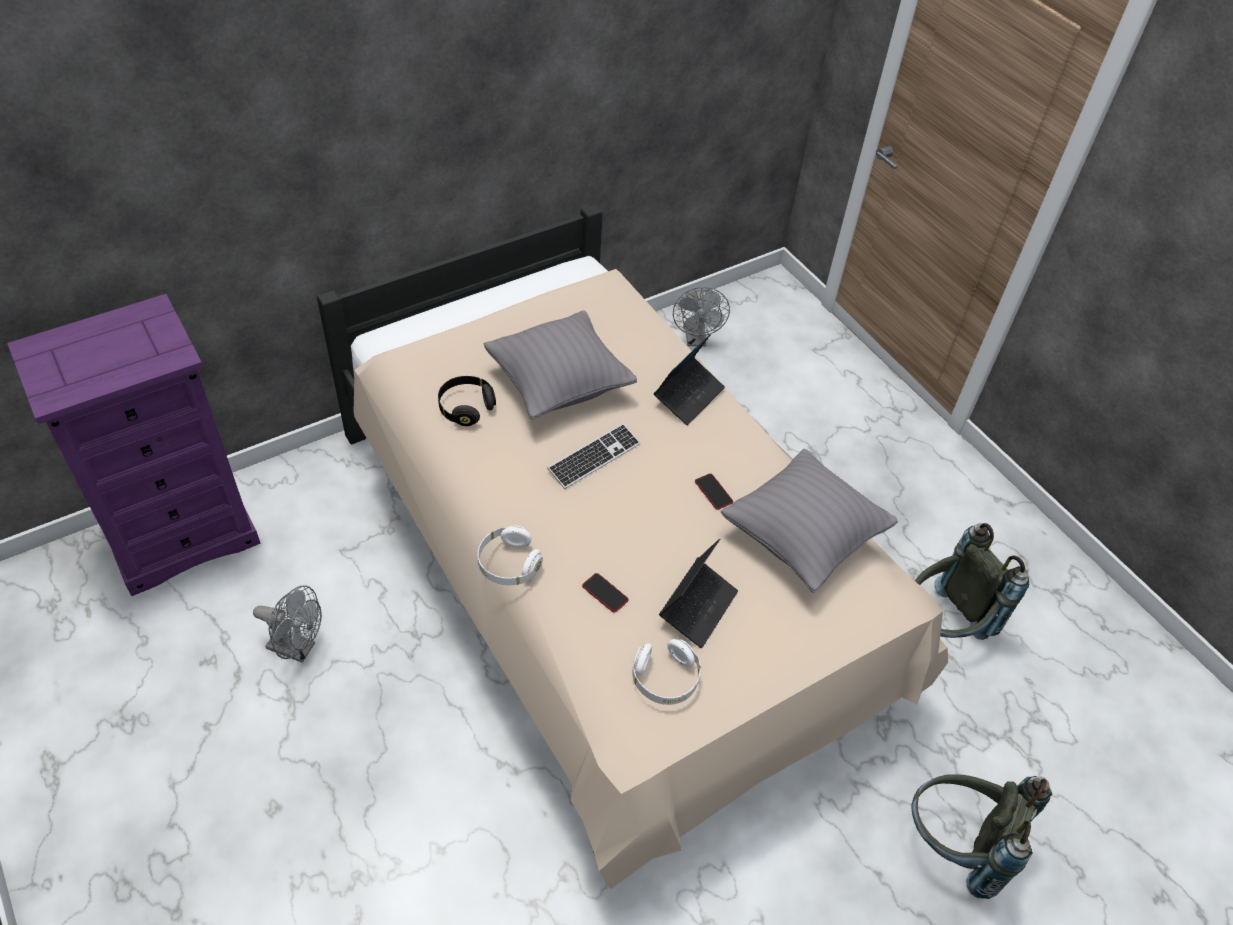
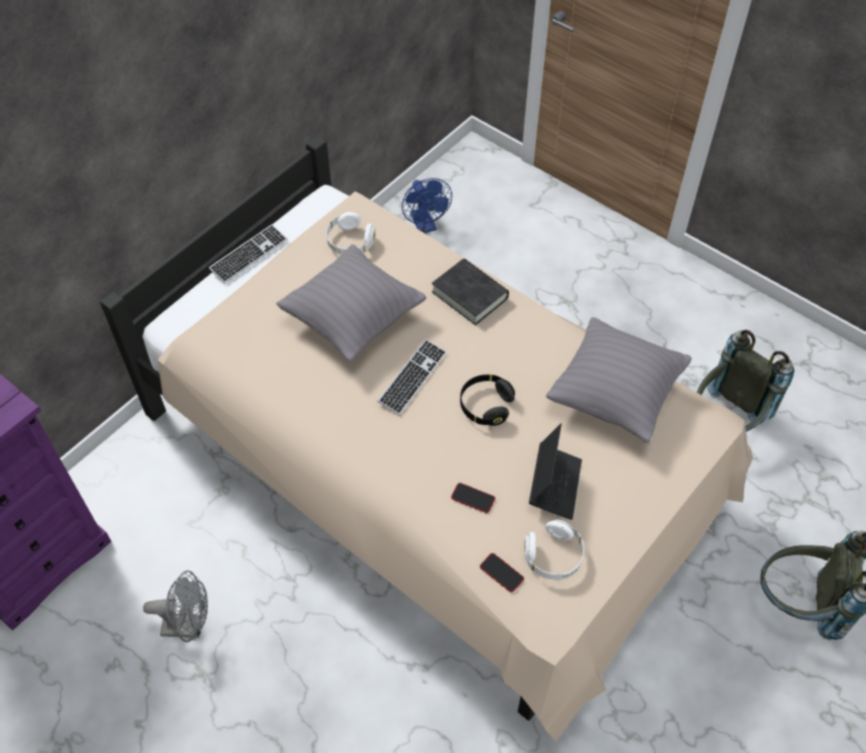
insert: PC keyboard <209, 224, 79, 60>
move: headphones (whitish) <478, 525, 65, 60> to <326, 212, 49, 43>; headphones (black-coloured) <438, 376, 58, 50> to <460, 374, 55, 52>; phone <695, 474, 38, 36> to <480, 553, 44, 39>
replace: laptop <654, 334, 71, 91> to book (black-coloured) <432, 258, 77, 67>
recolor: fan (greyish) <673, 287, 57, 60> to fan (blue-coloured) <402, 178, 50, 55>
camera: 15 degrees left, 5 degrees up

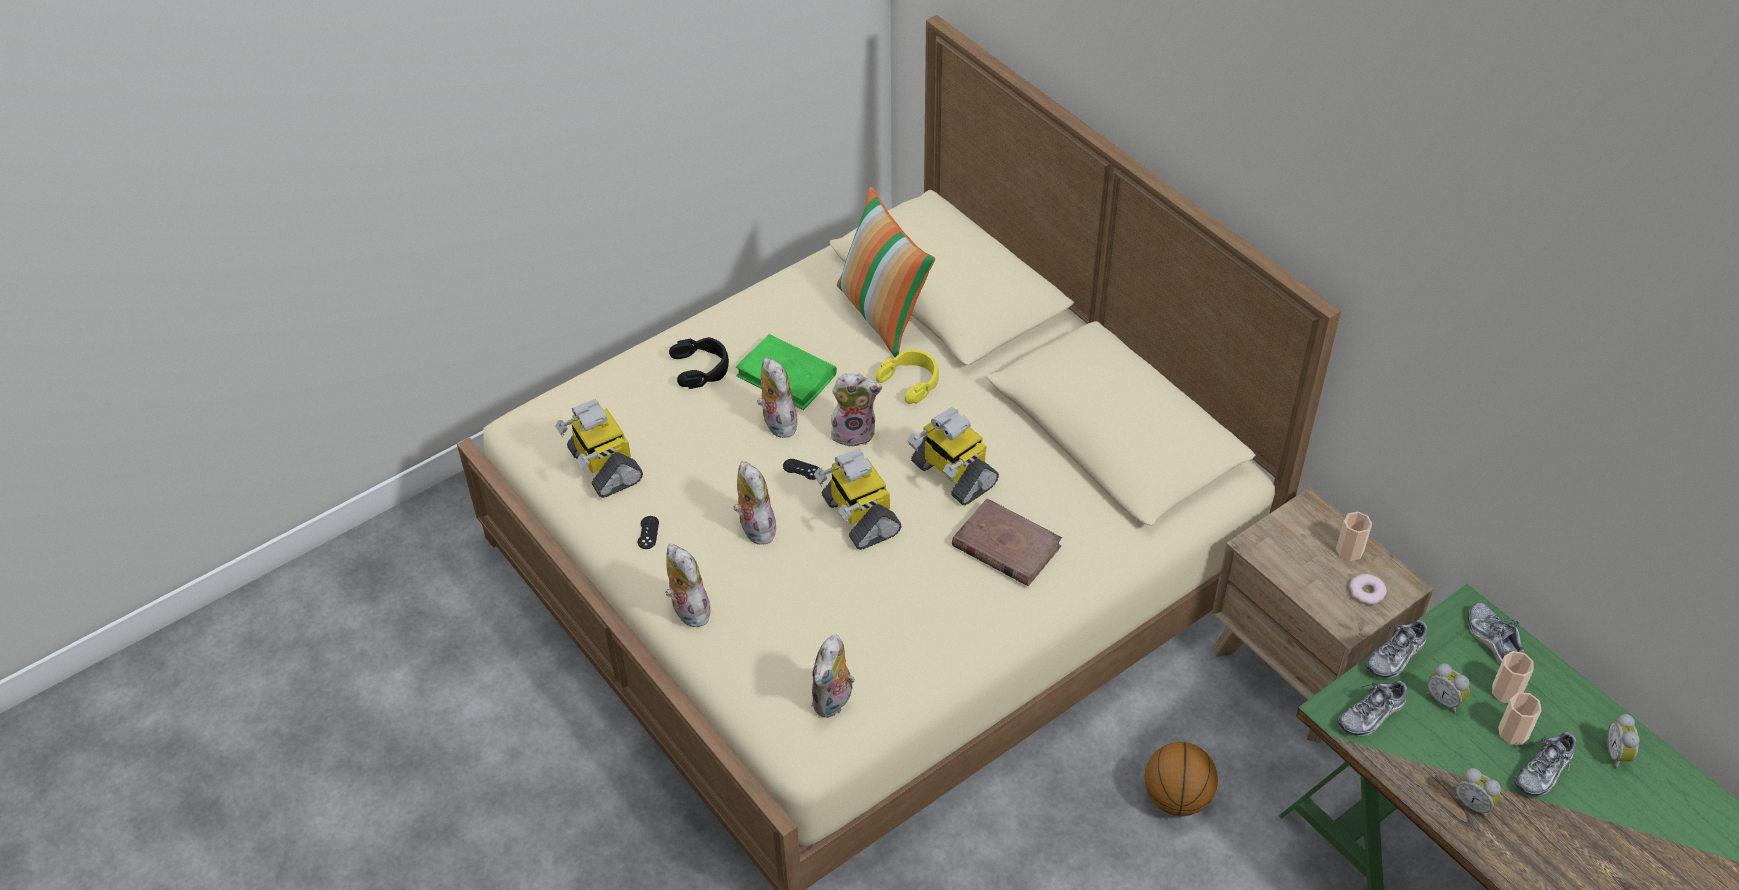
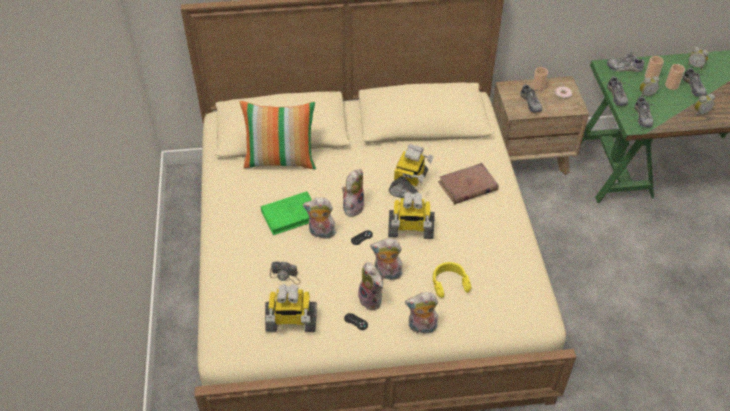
delete: headphones (black-coloured) <669, 337, 60, 52>; basketball ball <1144, 742, 74, 74>
insert: still camera <270, 261, 31, 24>; low shoe <520, 83, 22, 30>
move: soft toy <812, 635, 43, 83> to <358, 262, 25, 48>; headphones (yellow) <876, 350, 63, 54> to <433, 262, 38, 36>
rotate: toy robot <907, 407, 92, 98> = <389, 144, 45, 54> 60 degrees counterclockwise
camera: 60 degrees left, 0 degrees up

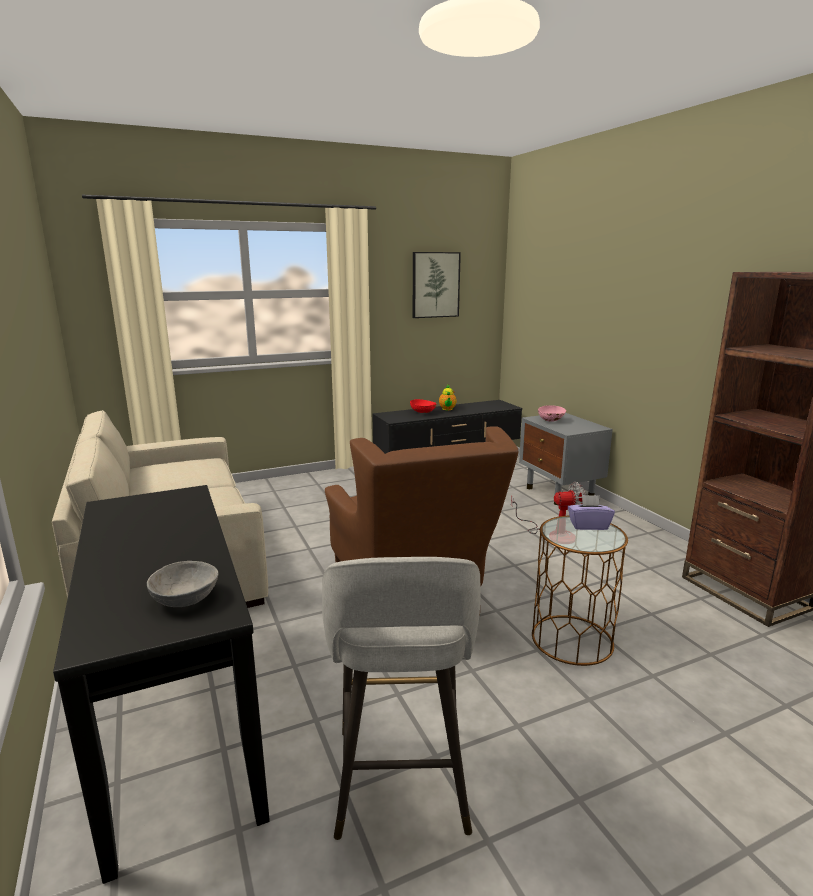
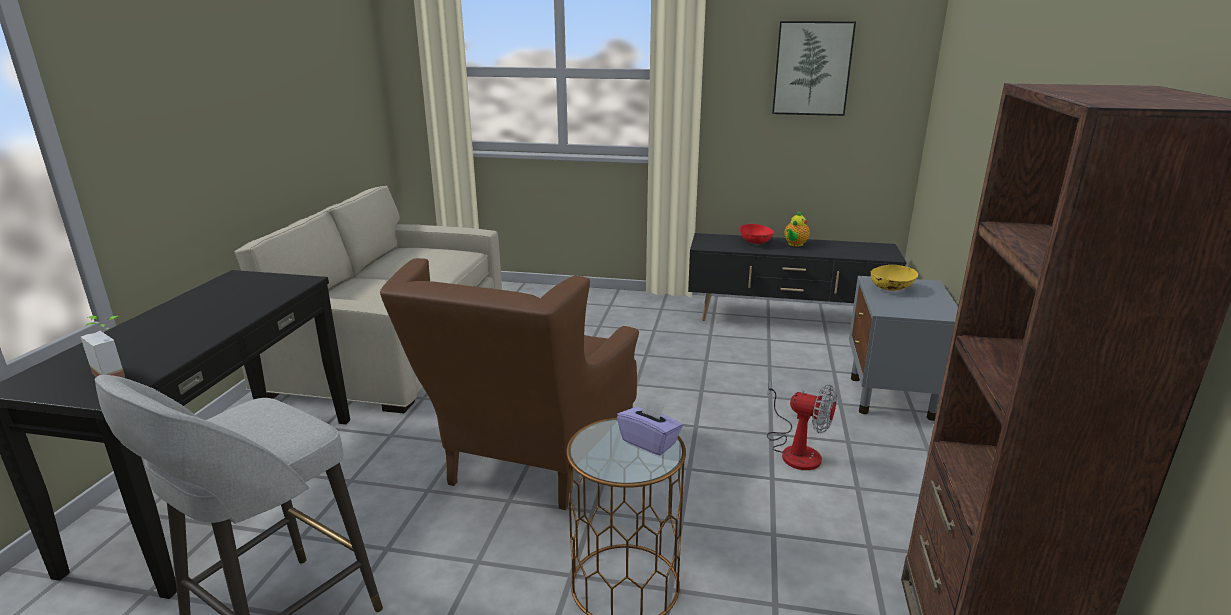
replace: bowl (greyish) <147, 561, 71, 46> to plant in a pot <81, 316, 44, 62>
recolor: bowl (pink-coloured) <538, 405, 28, 17> to bowl (yellow) <871, 265, 47, 26>
camera: 35 degrees right, 5 degrees up

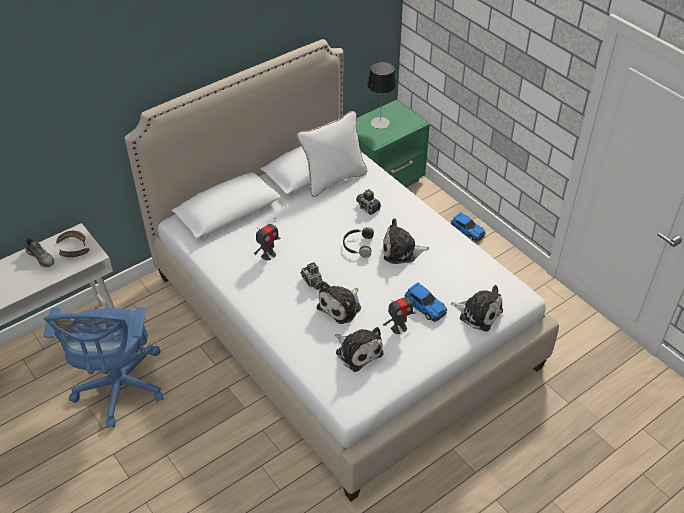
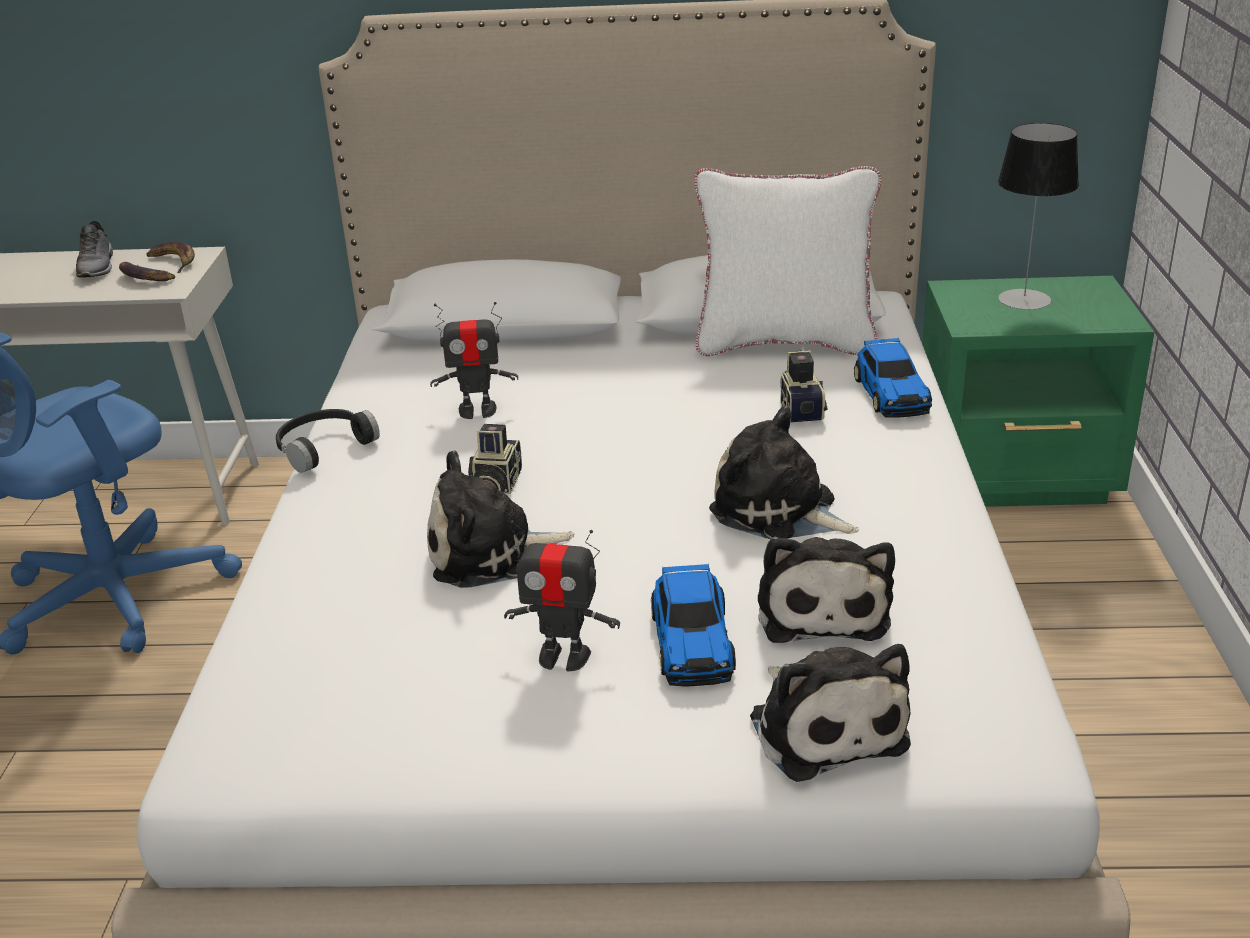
move: headphones (black-coloured) <343, 227, 31, 31> to <276, 409, 104, 64>; soft toy <335, 327, 49, 45> to <758, 536, 137, 107>; toy car <451, 212, 35, 30> to <854, 338, 78, 80>
camera: 40 degrees right, 15 degrees down

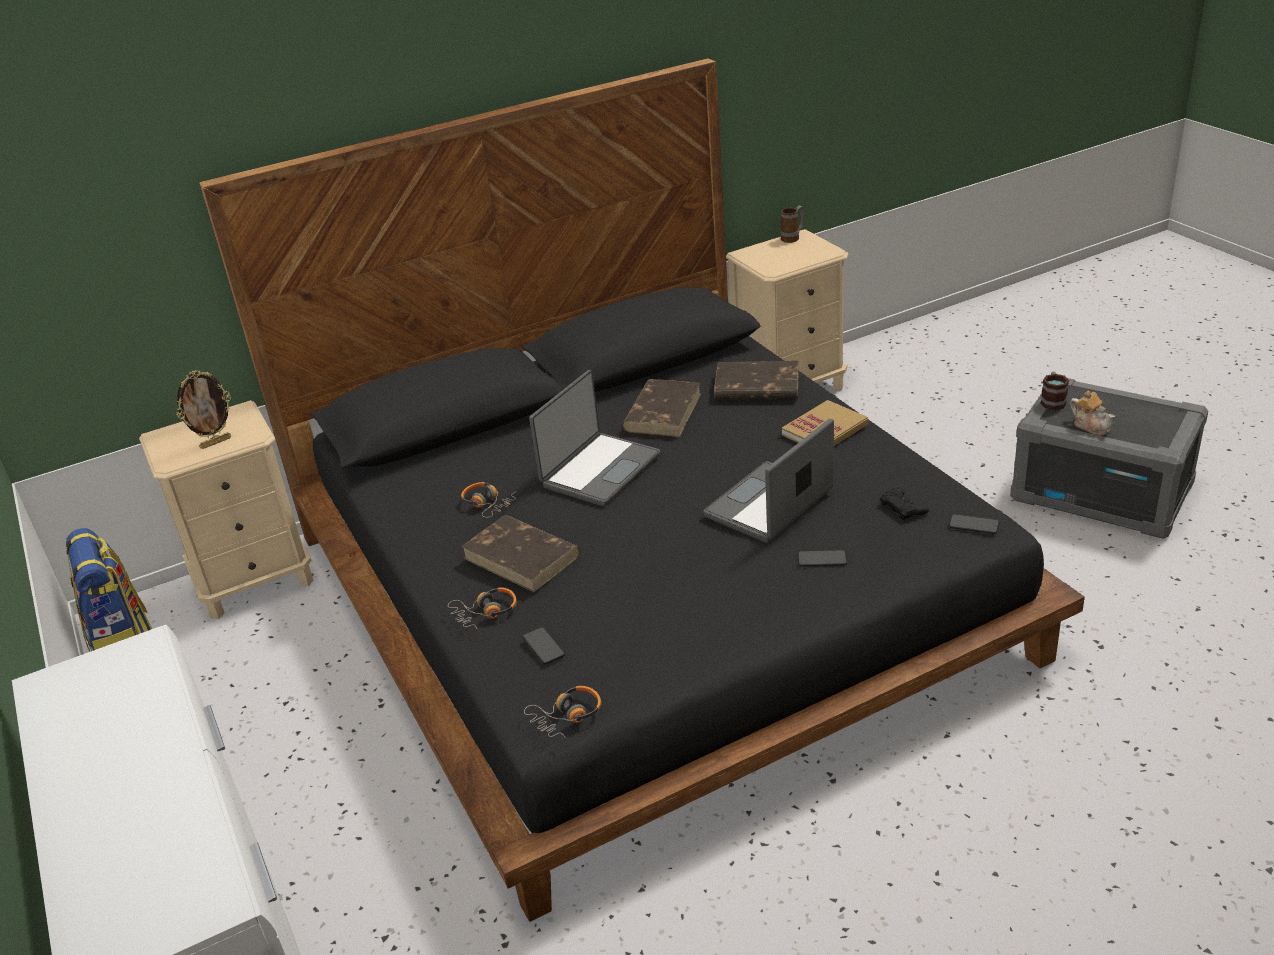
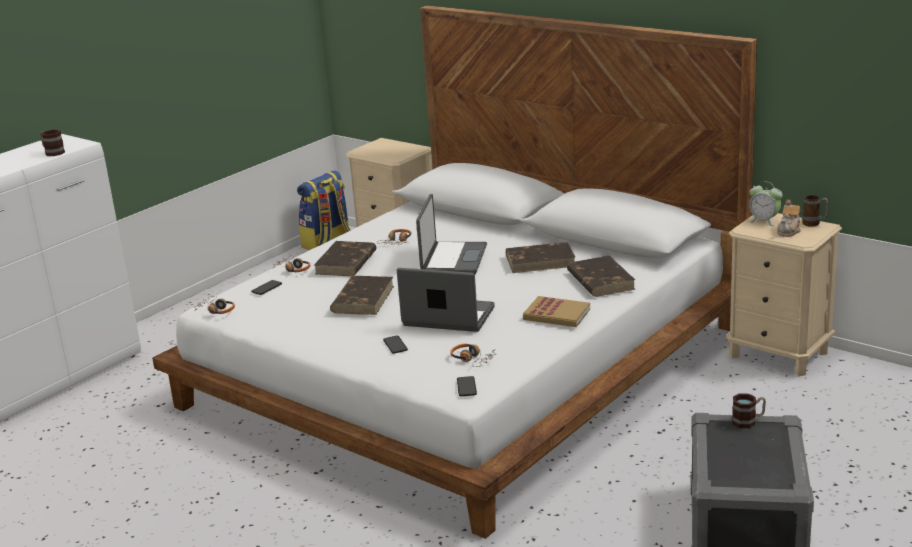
delete: picture frame <176, 370, 55, 79>
insert: mug <40, 129, 25, 27>; book (brownish) <330, 276, 64, 39>; bedside clock <748, 182, 35, 44>
move: teapot <1070, 391, 45, 45> to <777, 200, 24, 37>
replace: gamepad (black-coloured) <880, 488, 49, 32> to headphones <450, 344, 46, 23>
recolor: bedroom bed (black-coloured) <199, 58, 886, 864> to bedroom bed (whitish) <152, 5, 605, 534>
rotate: laptop <529, 370, 131, 136> = <416, 194, 71, 80> 90 degrees counterclockwise
camera: 65 degrees right, 10 degrees down

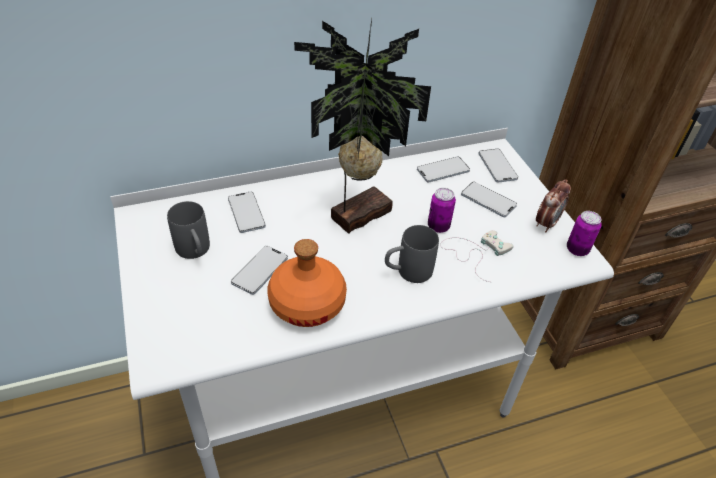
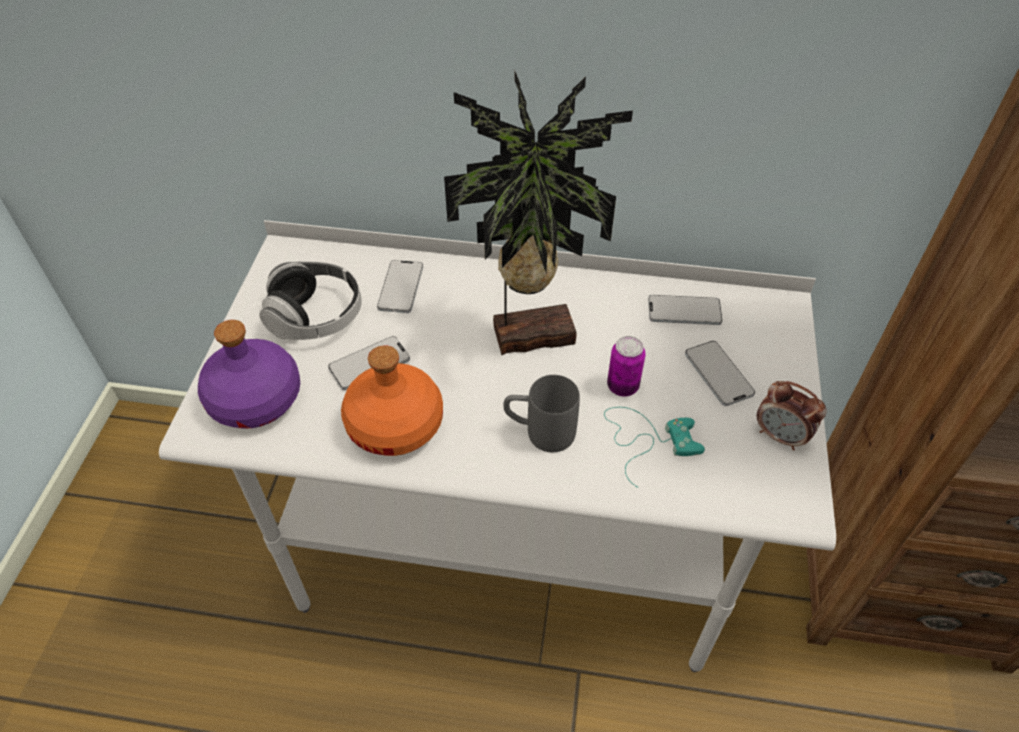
delete: phone <478, 149, 40, 34>; can <567, 211, 35, 45>
insert: bottle (purplish) <198, 320, 102, 109>
replace: mug (greyish) <167, 201, 43, 58> to headphones <259, 261, 103, 79>
recolor: gamepad (whitish) <440, 230, 73, 52> to gamepad (turquoise-coloured) <604, 407, 101, 81>
rotate: bedside clock <536, 179, 35, 53> = <757, 381, 70, 70> 60 degrees clockwise
camera: 30 degrees right, 5 degrees up

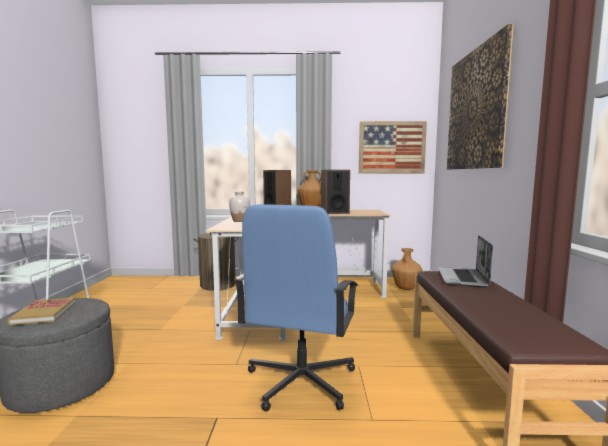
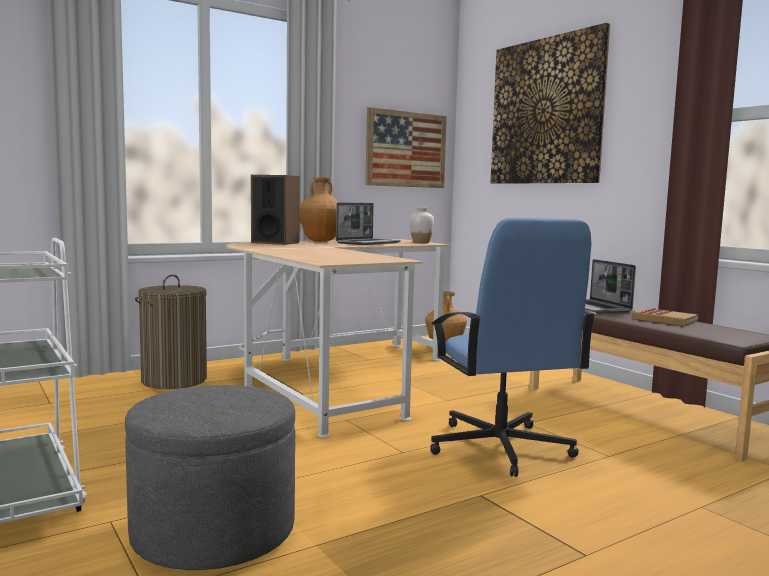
move: flower vase (whitish) <229, 191, 21, 31> to <410, 208, 24, 36>; book <7, 298, 68, 27> to <632, 308, 66, 18>
replace: audio speaker <321, 170, 29, 44> to laptop <336, 202, 65, 43>
camera: 35 degrees left, 0 degrees up

